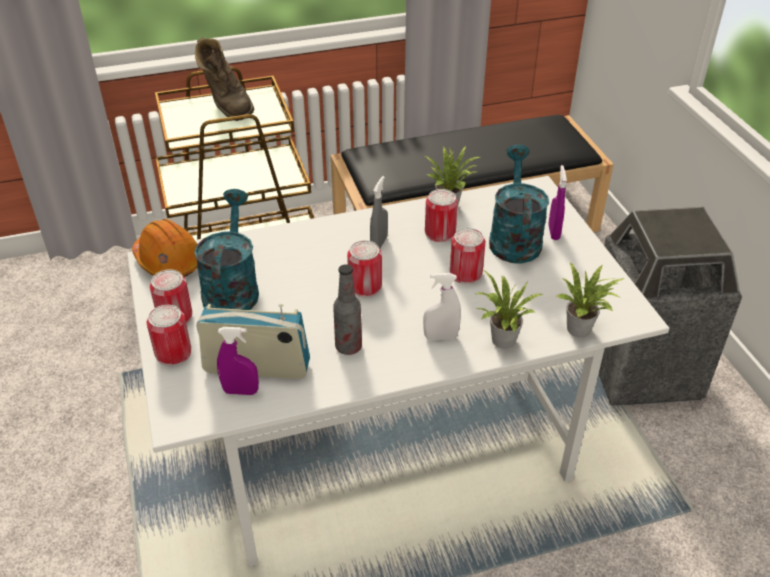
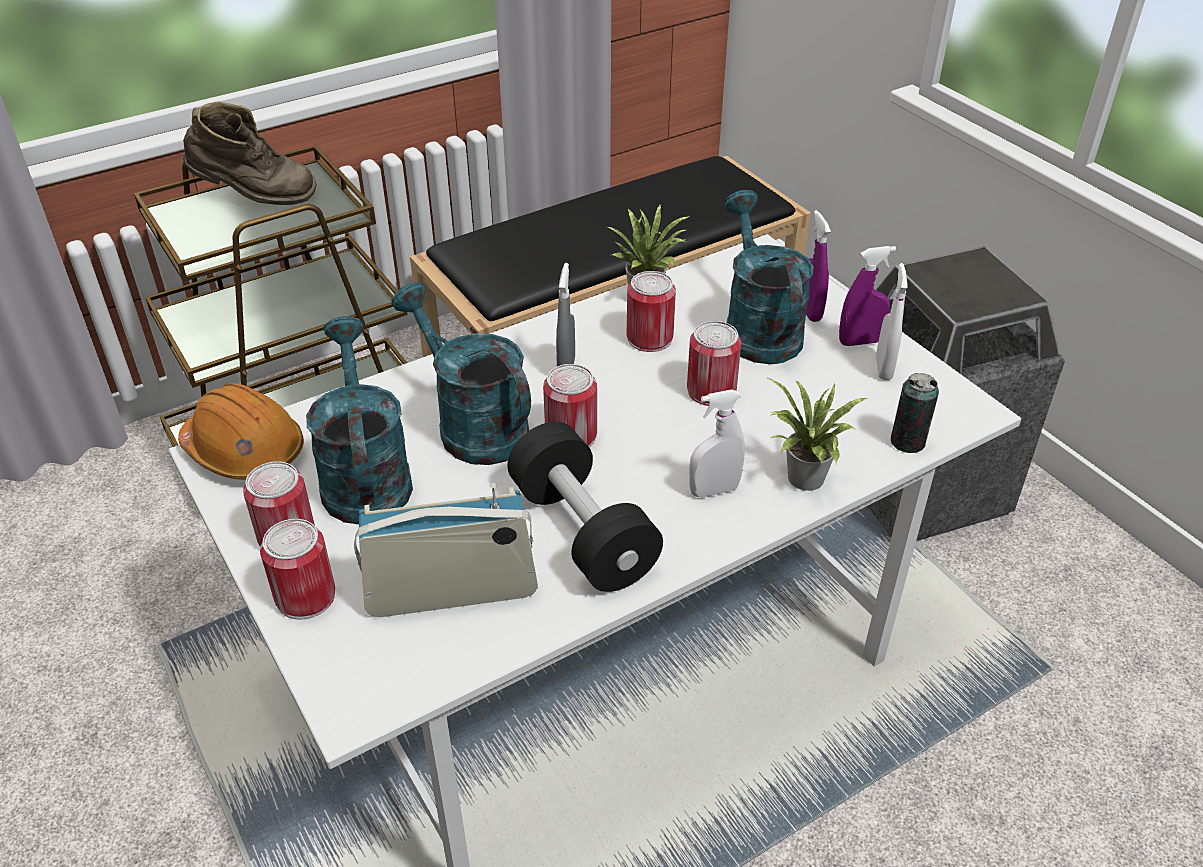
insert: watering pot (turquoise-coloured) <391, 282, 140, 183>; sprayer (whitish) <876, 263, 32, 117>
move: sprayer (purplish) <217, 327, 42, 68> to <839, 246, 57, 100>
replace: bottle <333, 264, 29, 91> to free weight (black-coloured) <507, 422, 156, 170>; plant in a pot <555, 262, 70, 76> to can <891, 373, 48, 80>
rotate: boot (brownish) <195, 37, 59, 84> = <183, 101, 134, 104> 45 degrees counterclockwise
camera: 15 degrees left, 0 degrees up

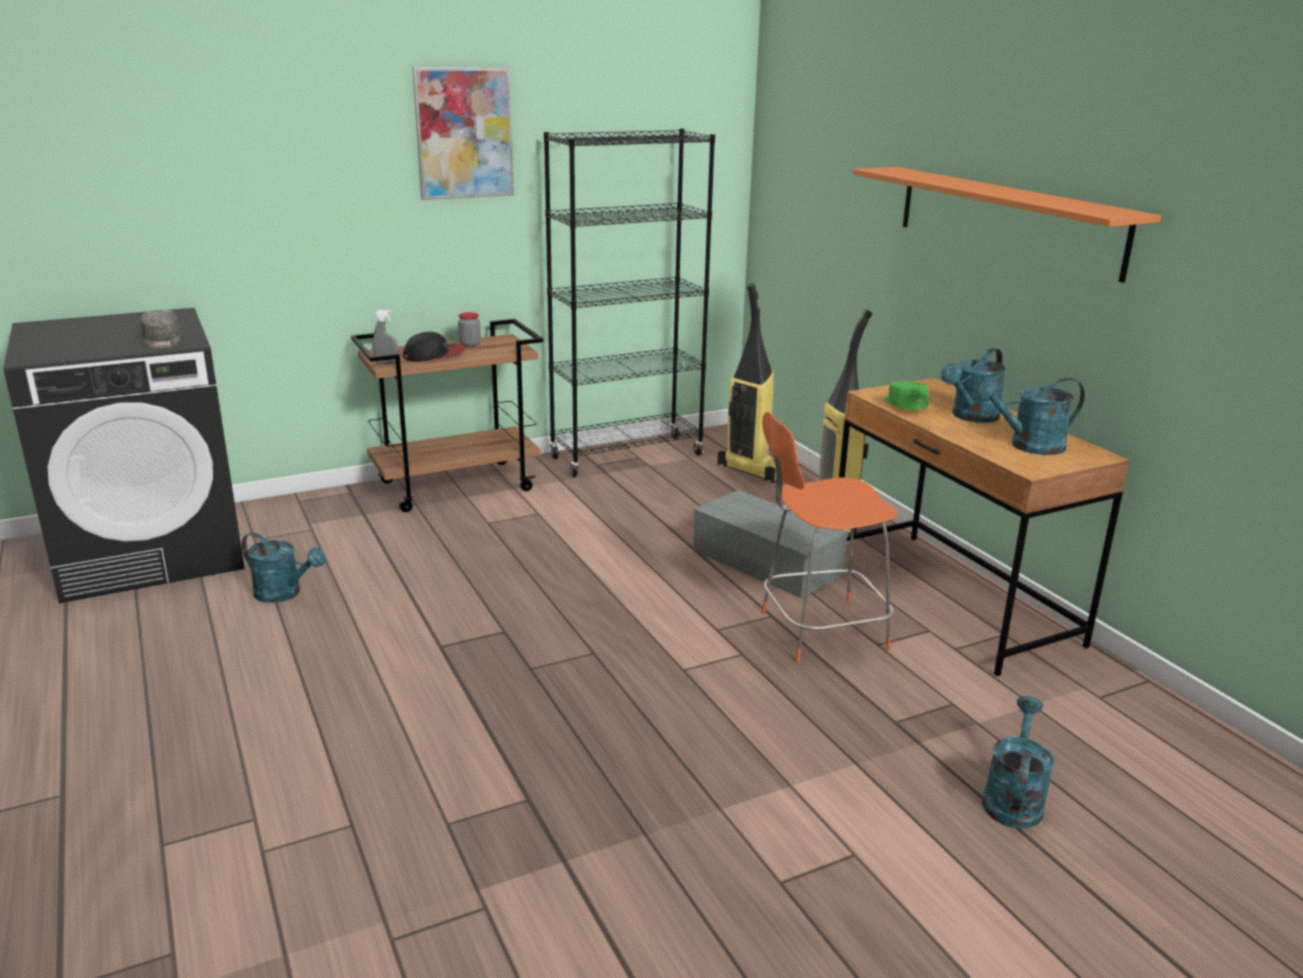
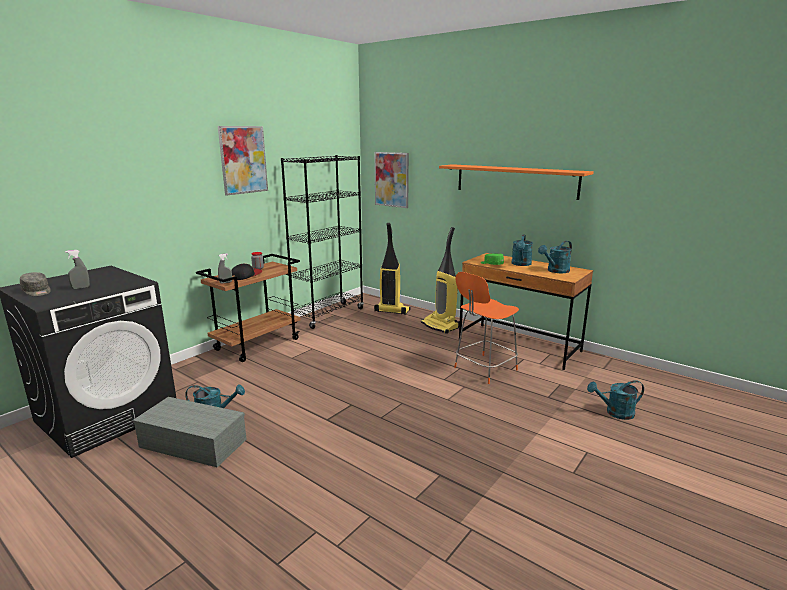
insert: sprayer (greyish) <65, 250, 25, 39>; picture <374, 152, 35, 56>
move: cap (greyish) <141, 310, 39, 39> to <20, 272, 31, 24>; storage bin (greyish) <693, 490, 156, 108> to <133, 397, 114, 70>
rotate: watering pot (turquoise-coloured) <982, 696, 72, 132> = <587, 380, 57, 40> 90 degrees counterclockwise
camera: 25 degrees left, 5 degrees down

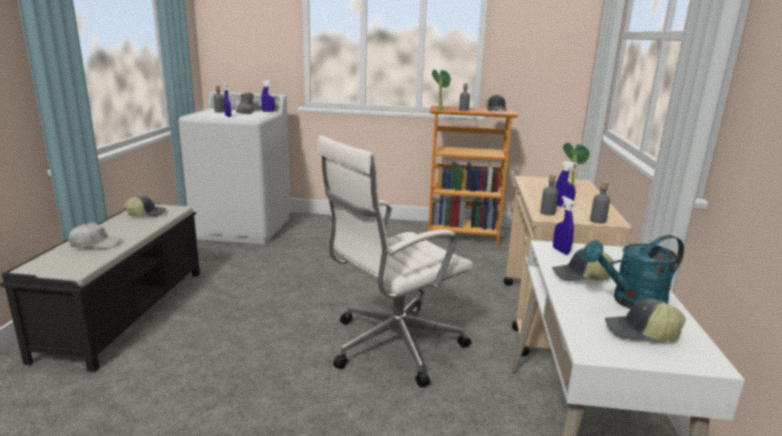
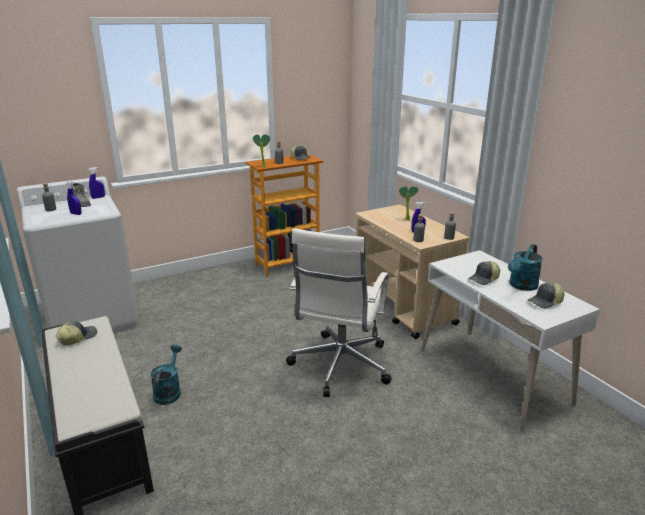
delete: cap (whitish) <69, 223, 52, 26>; sprayer (blue-coloured) <553, 196, 22, 59>
insert: watering pot (turquoise-coloured) <150, 345, 32, 60>
camera: 35 degrees left, 5 degrees up

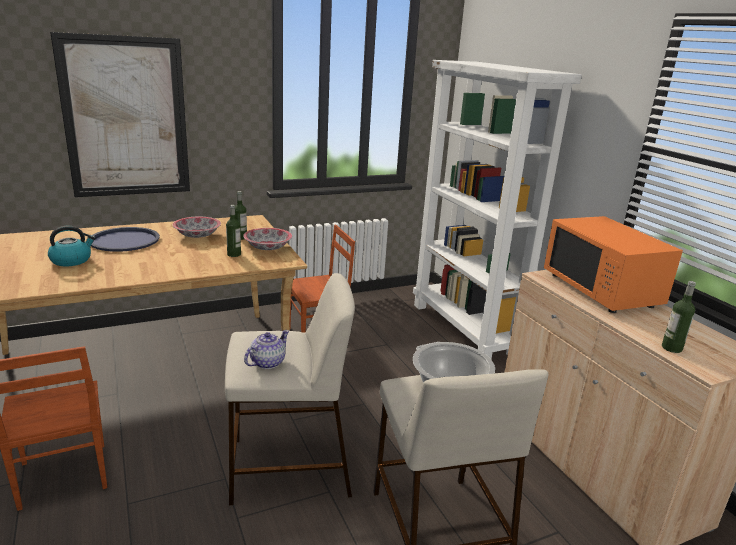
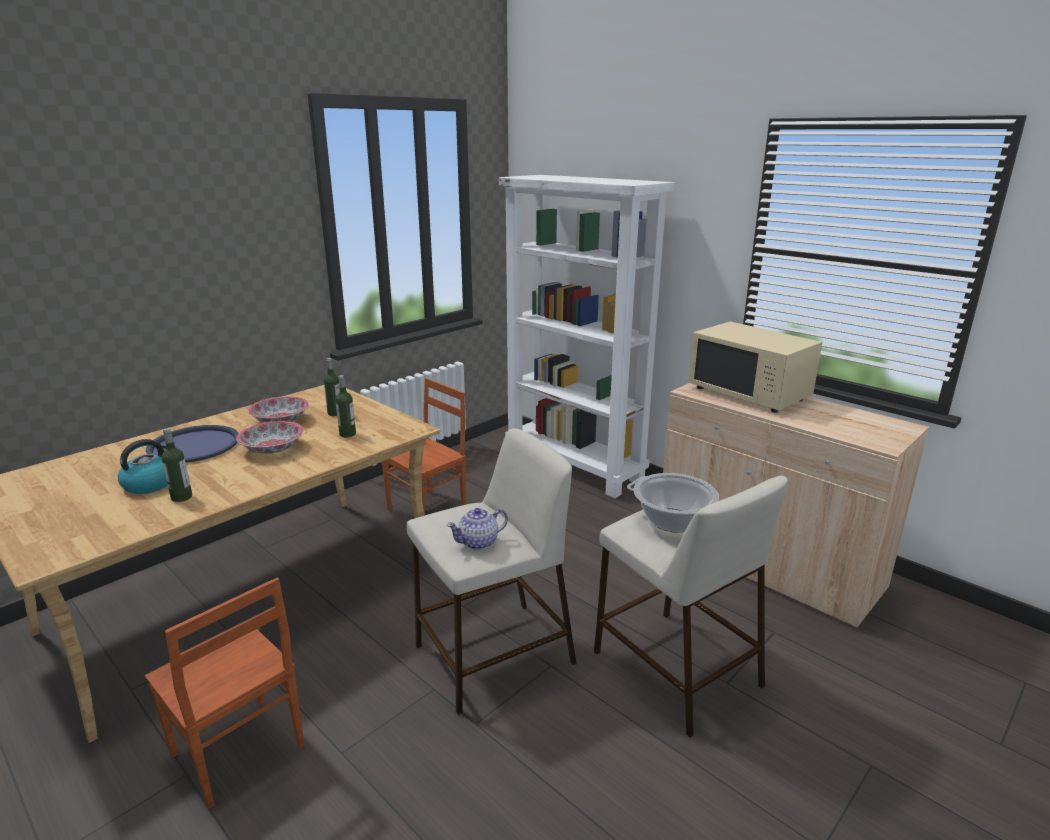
delete: picture <50, 32, 140, 165>
move: bottle <662, 281, 34, 72> to <161, 428, 31, 74>; bowl <243, 228, 49, 22> to <236, 421, 68, 33>
recolor: microwave (orangey) <544, 216, 139, 97> to microwave (beige-coloured) <688, 321, 134, 92>
rotate: teapot <244, 330, 45, 39> = <446, 508, 62, 42> 135 degrees counterclockwise
camera: 20 degrees left, 0 degrees up

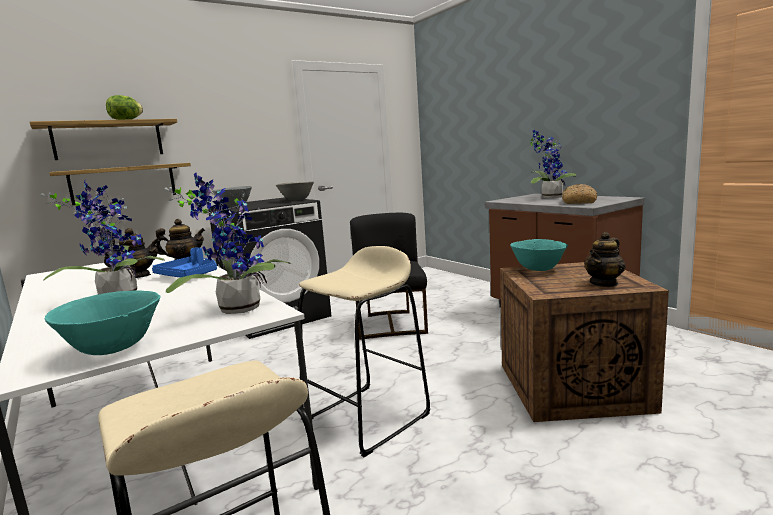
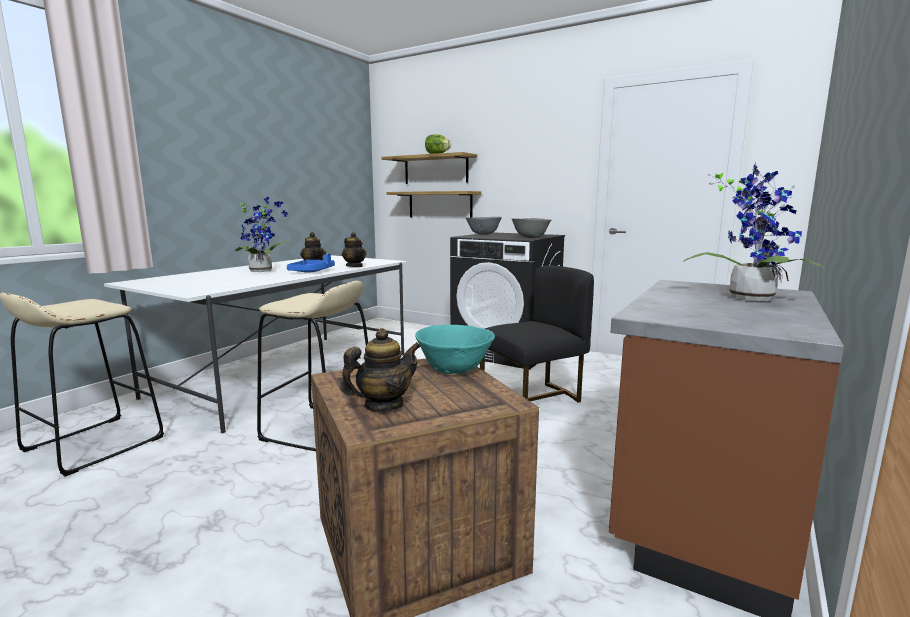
delete: bowl (turquoise-coloured) <45, 291, 115, 64>; plant in a pot <164, 173, 127, 141>; bakery bread <562, 184, 35, 20>
rotate: teapot <584, 232, 42, 55> = <340, 328, 81, 84> 120 degrees clockwise
camera: 65 degrees right, 0 degrees up

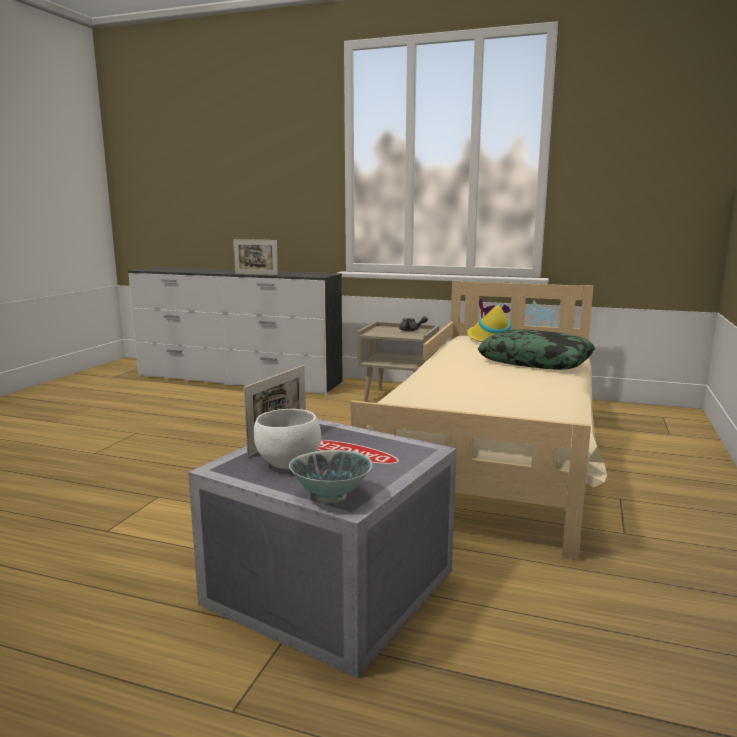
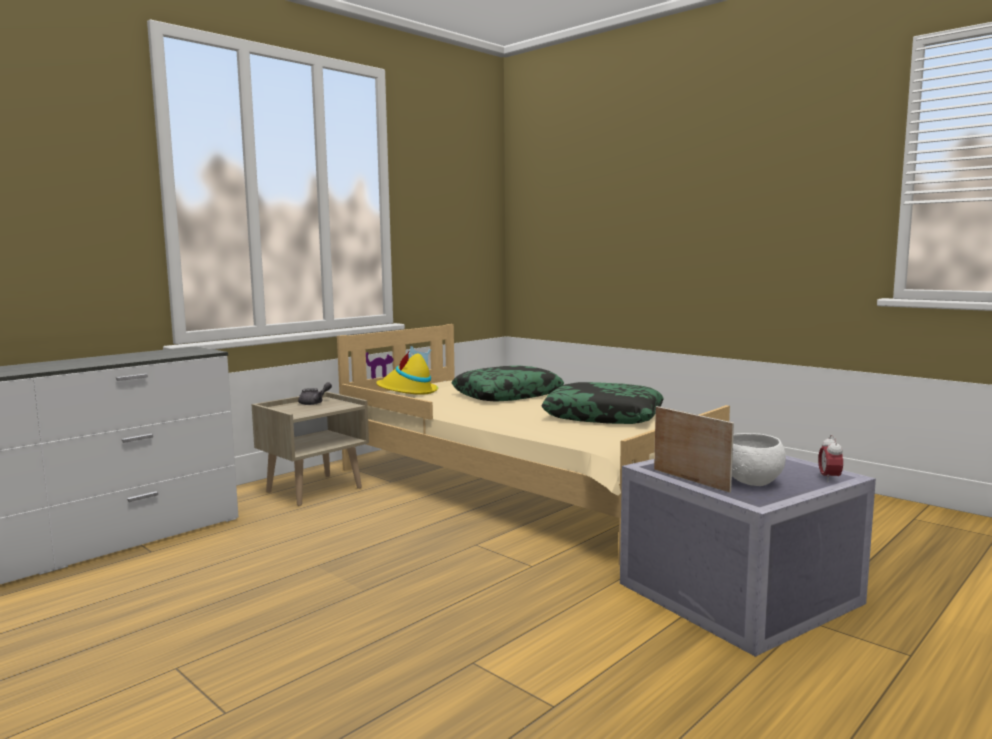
delete: picture frame <233, 239, 45, 36>
insert: throw pillow <541, 382, 123, 42>
replace: bowl <289, 450, 83, 53> to bedside clock <818, 435, 25, 47>
camera: 65 degrees left, 5 degrees down

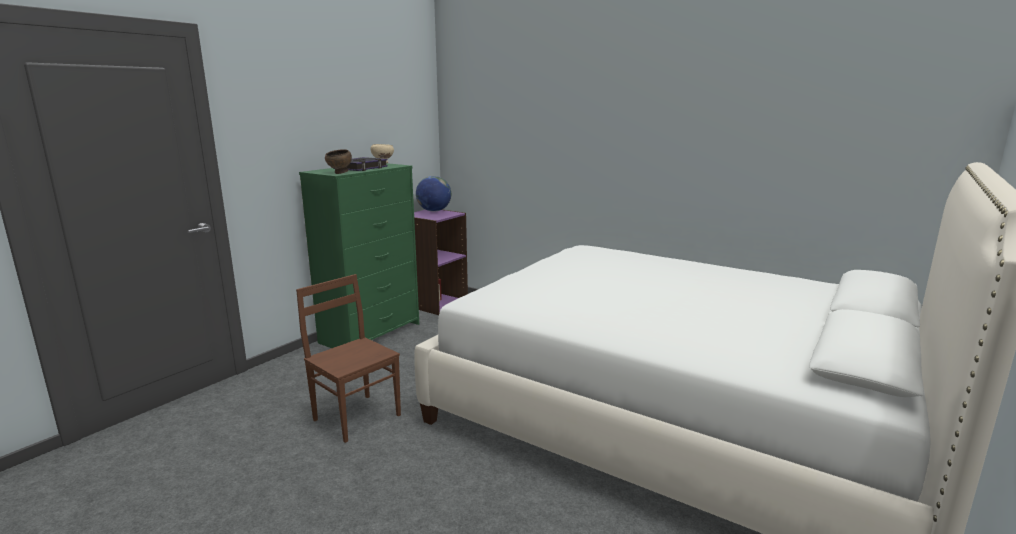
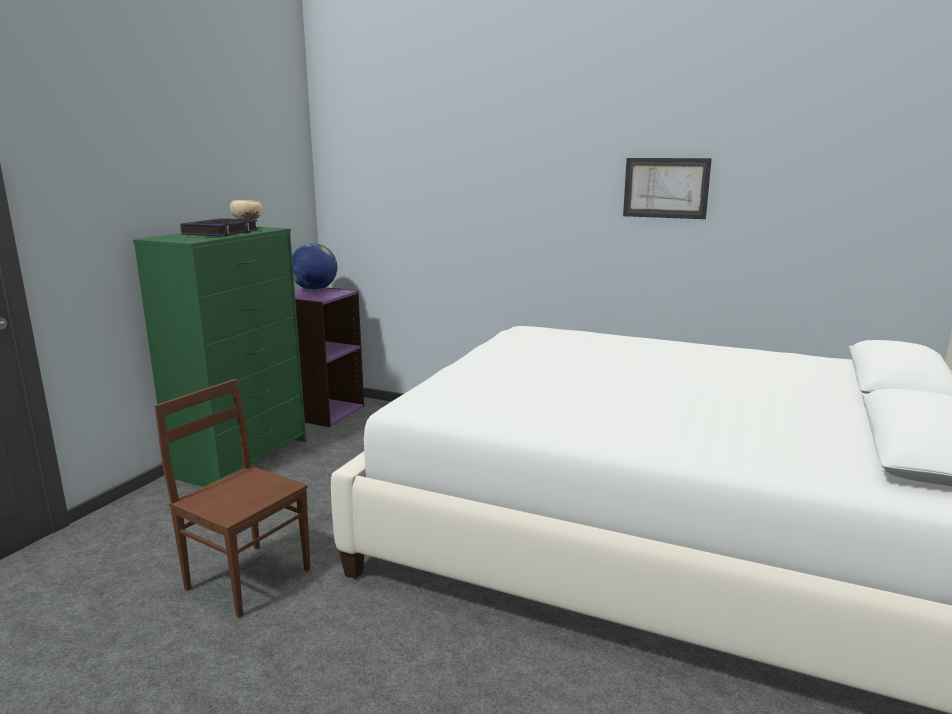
delete: bowl (brownish) <325, 149, 27, 25>
insert: picture <623, 158, 89, 61>
camera: 10 degrees left, 0 degrees up

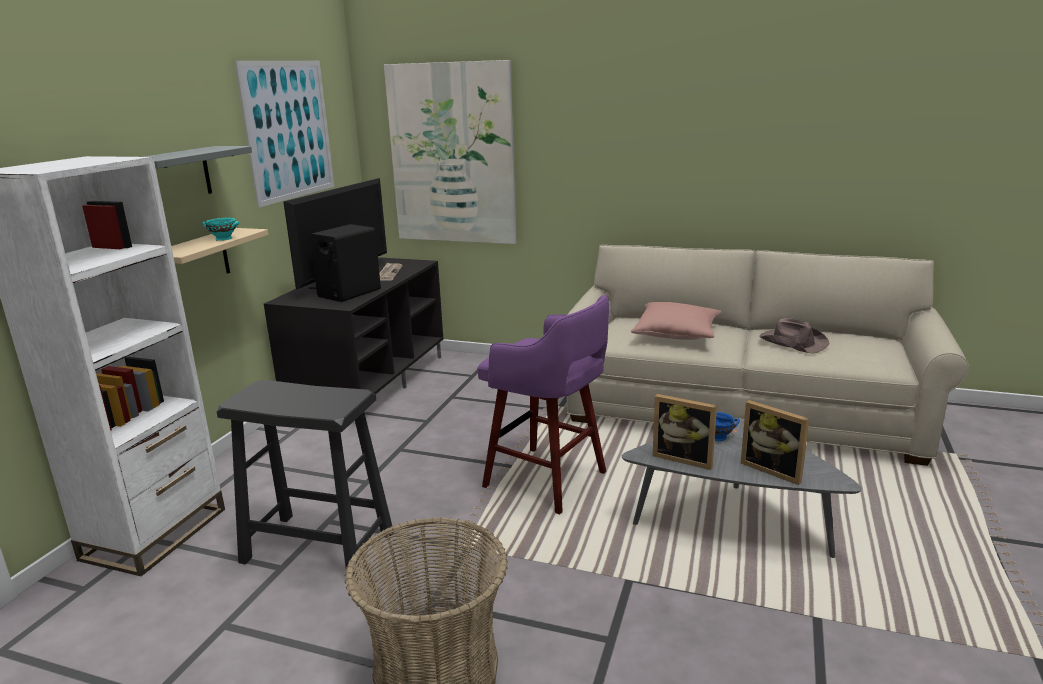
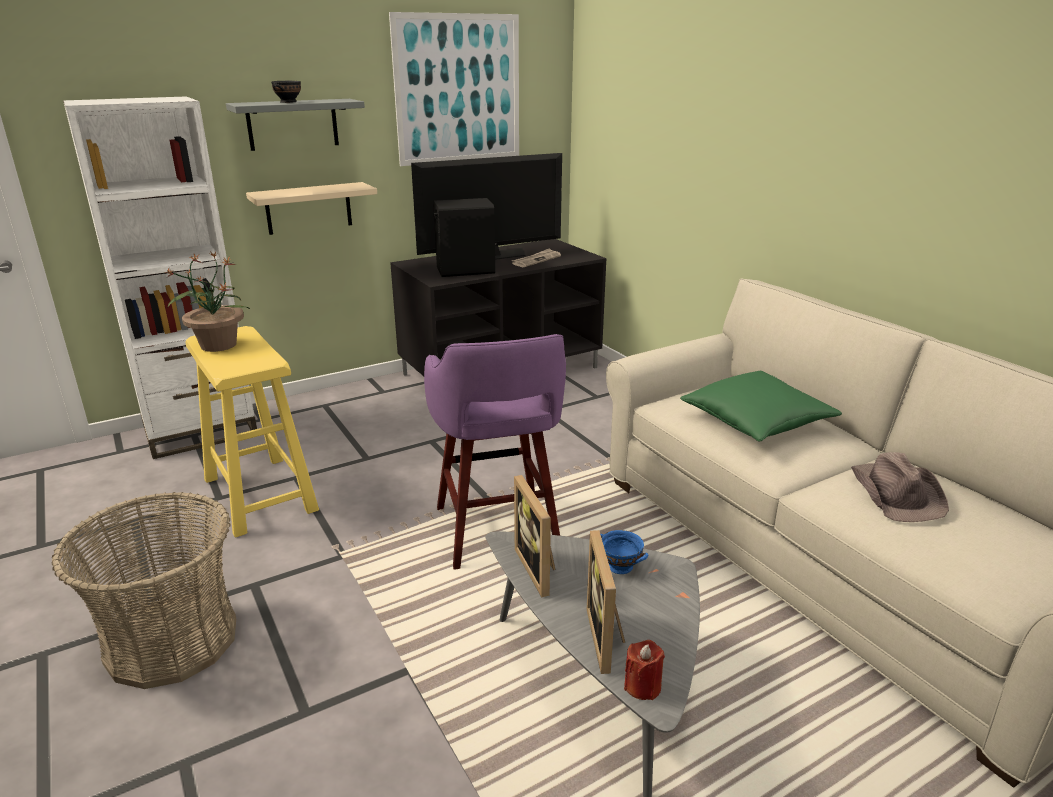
delete: bowl (turquoise-coloured) <202, 218, 37, 23>; picture <384, 60, 133, 184>
insert: plant in a pot <165, 252, 85, 100>; bowl (black-coloured) <271, 81, 30, 22>; wax candle (red-coloured) <624, 640, 41, 60>
recolor: sitting stool (black-coloured) <217, 380, 175, 201> to sitting stool (yellow) <185, 326, 134, 211>; throw pillow (pink-coloured) <631, 302, 91, 38> to throw pillow (greenish) <680, 371, 162, 70>
camera: 40 degrees right, 5 degrees up

